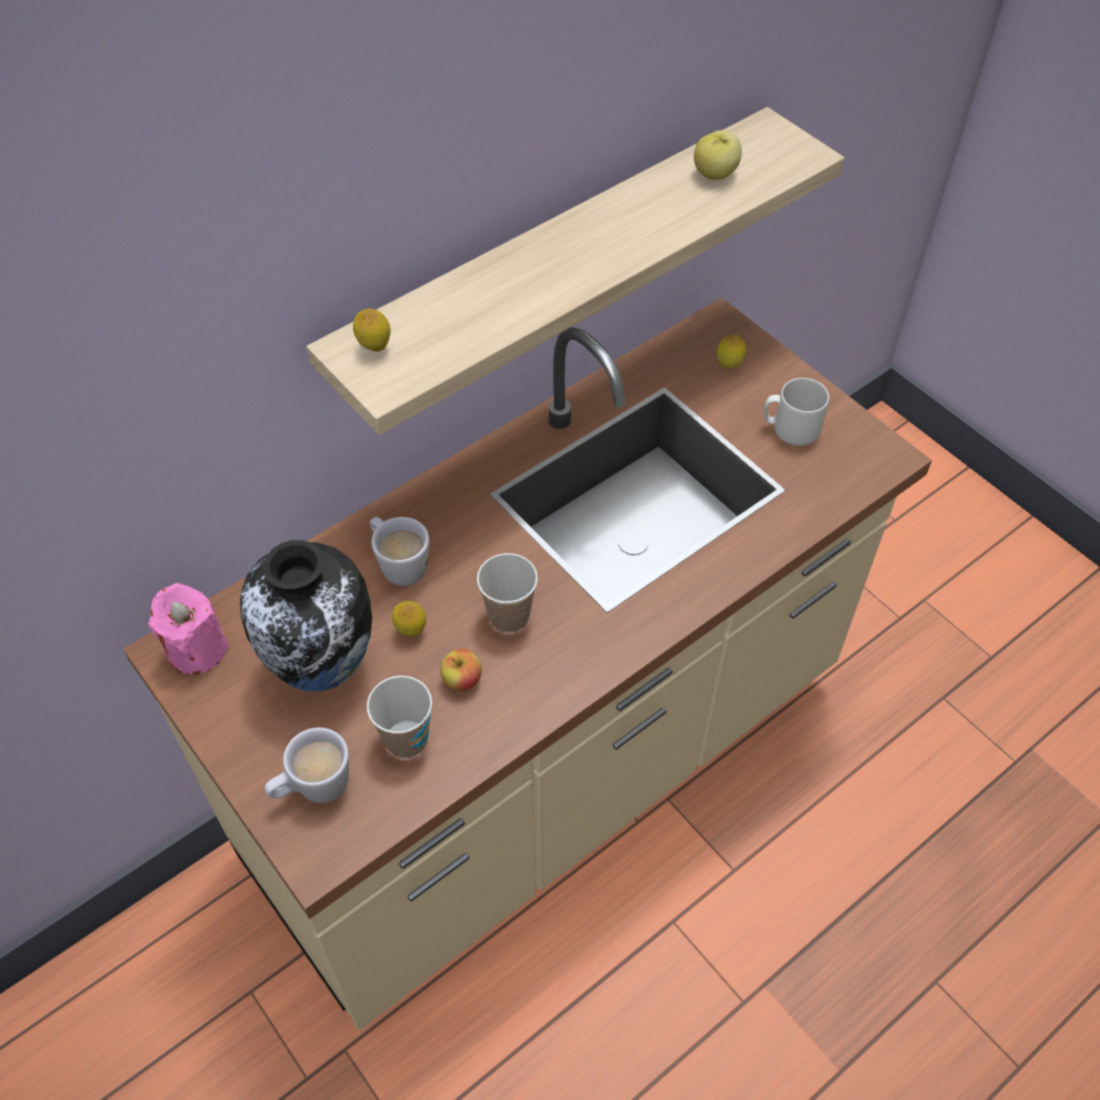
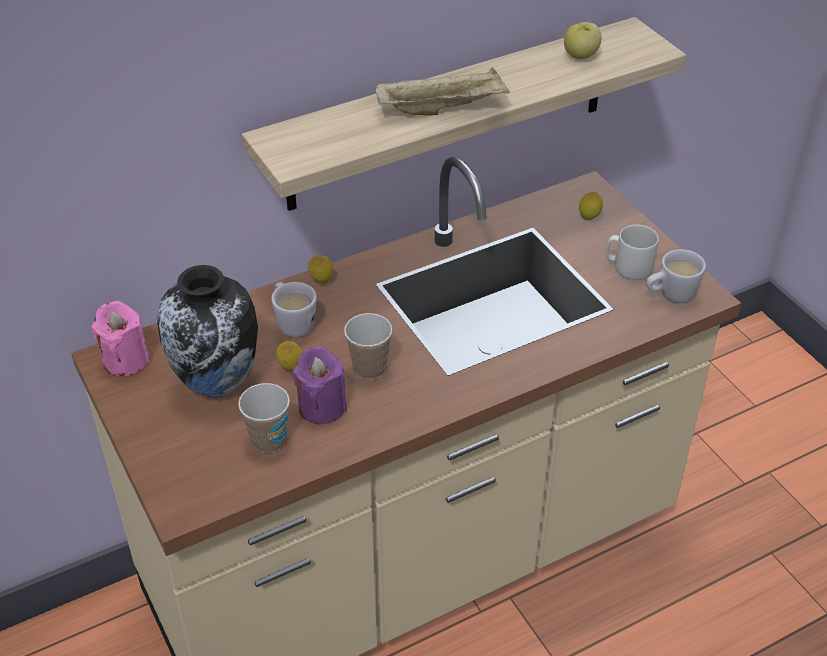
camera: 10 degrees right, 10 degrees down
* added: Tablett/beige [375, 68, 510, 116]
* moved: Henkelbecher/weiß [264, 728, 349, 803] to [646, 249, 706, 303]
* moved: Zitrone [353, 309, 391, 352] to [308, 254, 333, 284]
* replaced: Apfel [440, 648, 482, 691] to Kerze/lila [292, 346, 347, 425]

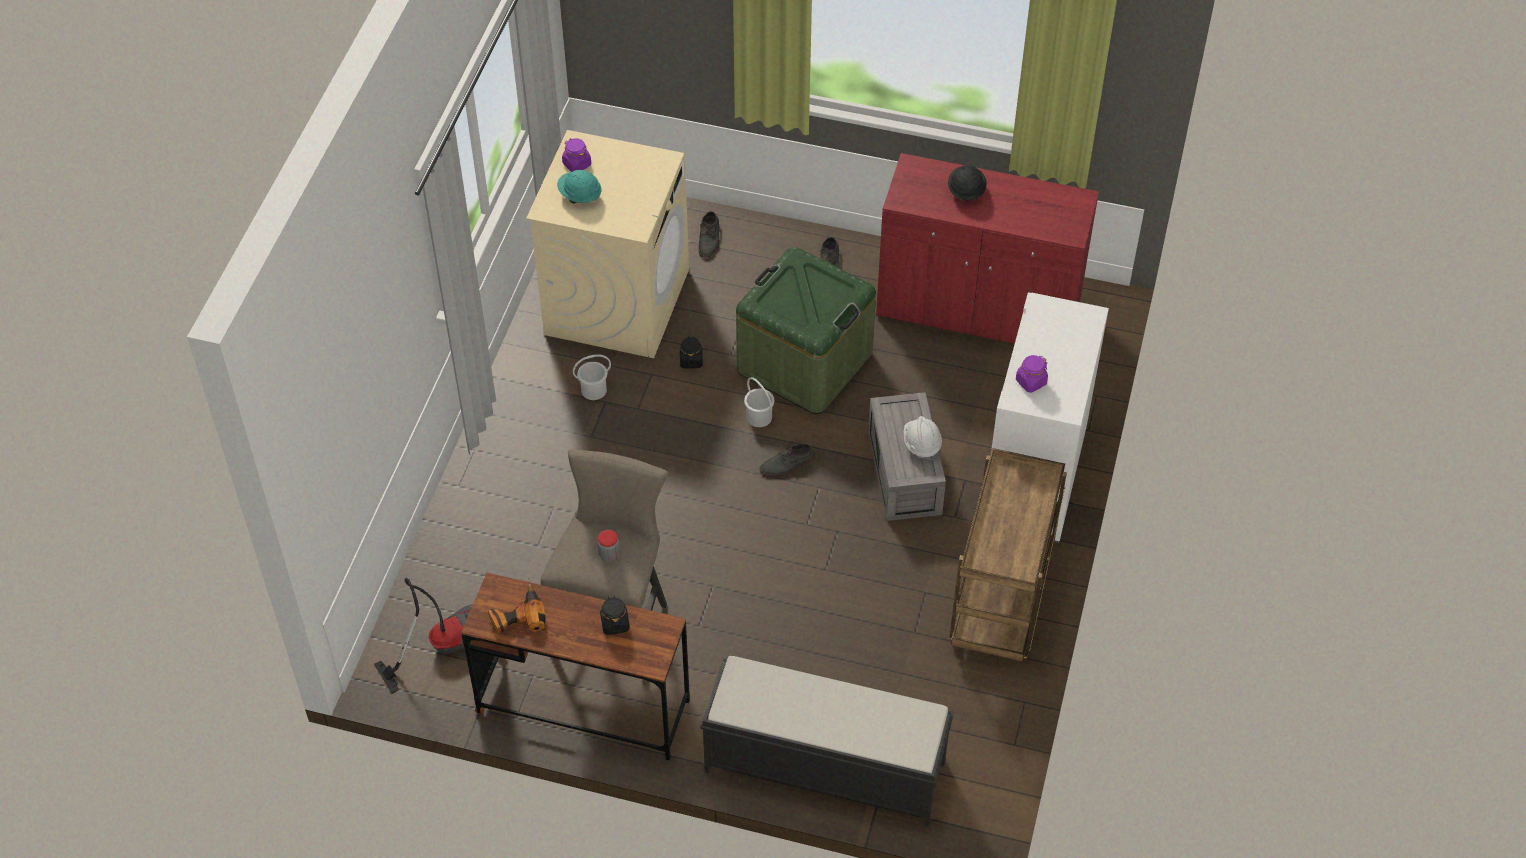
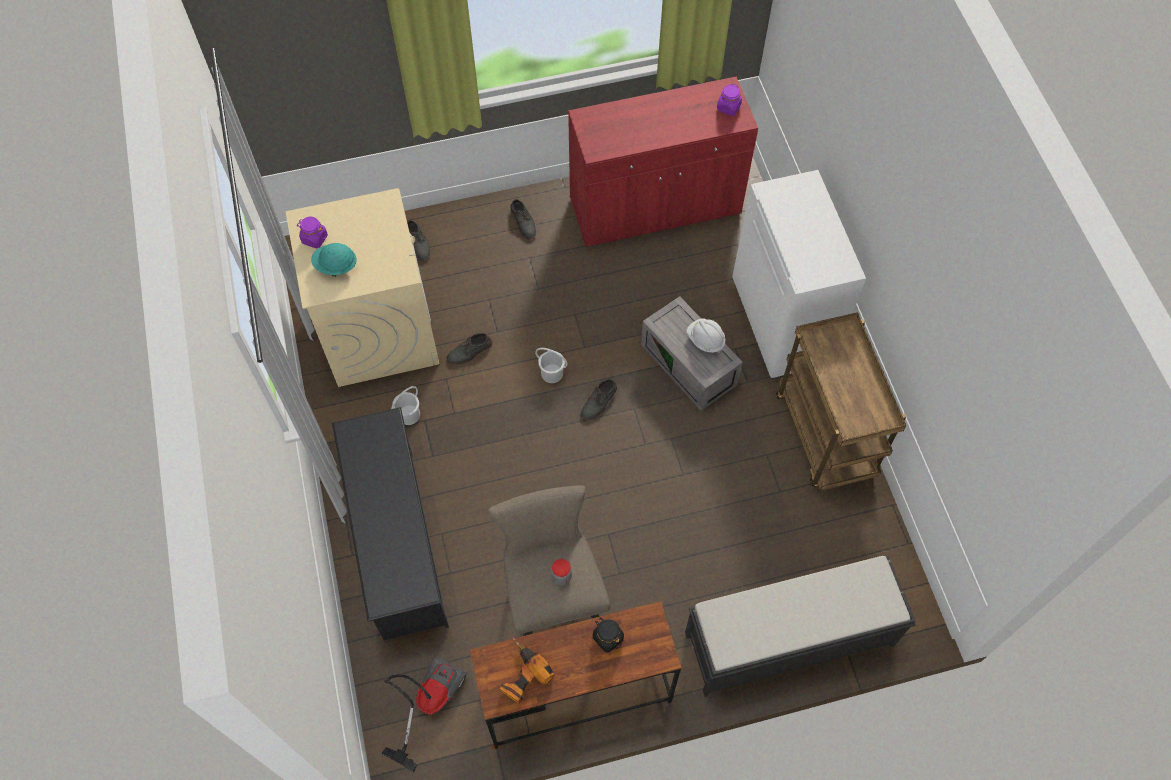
camera: 30 degrees left, 10 degrees up
* removed: Aufbewahrungsbox/grün [736, 247, 876, 414]
* removed: Schutzhelm/schwarz [948, 166, 987, 200]
* added: Schuhregal/schwarz [332, 407, 449, 641]
* moved: Vorratsglas/lila [1016, 355, 1048, 393] to [717, 84, 742, 116]
* replaced: Vorratsglas/schwarz [680, 336, 703, 369] to Schuh/grau [446, 333, 492, 364]

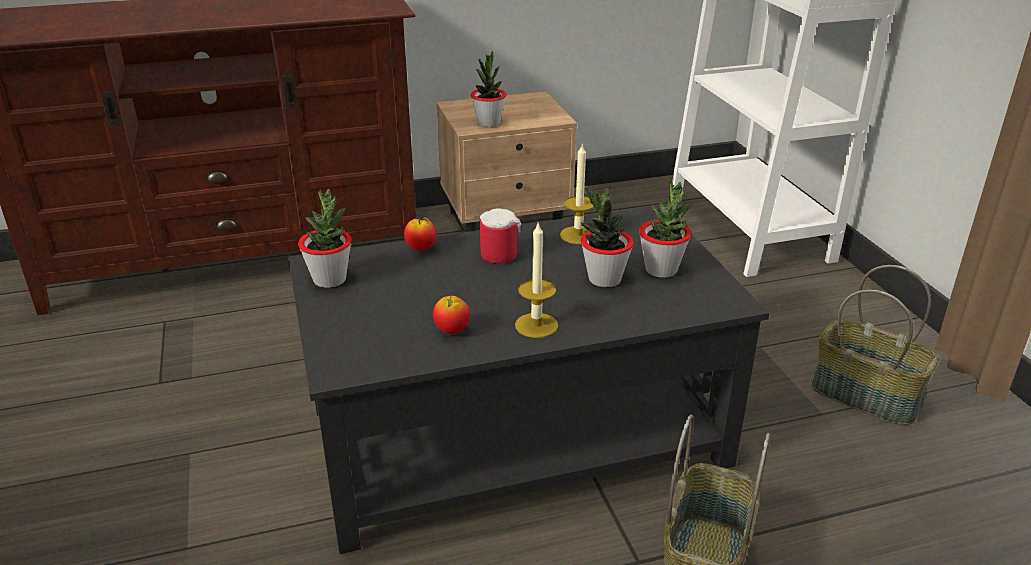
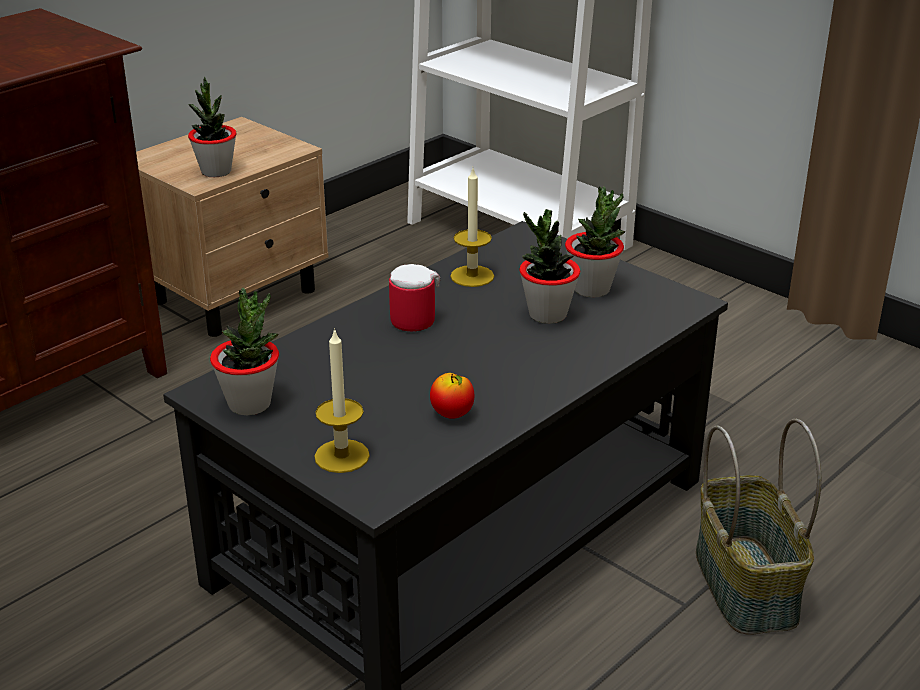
camera: 30 degrees left, 0 degrees up
* removed: Apfel [404, 217, 436, 251]
* removed: Korb [812, 265, 940, 426]
* moved: Kerze [515, 223, 558, 338] to [314, 328, 370, 473]

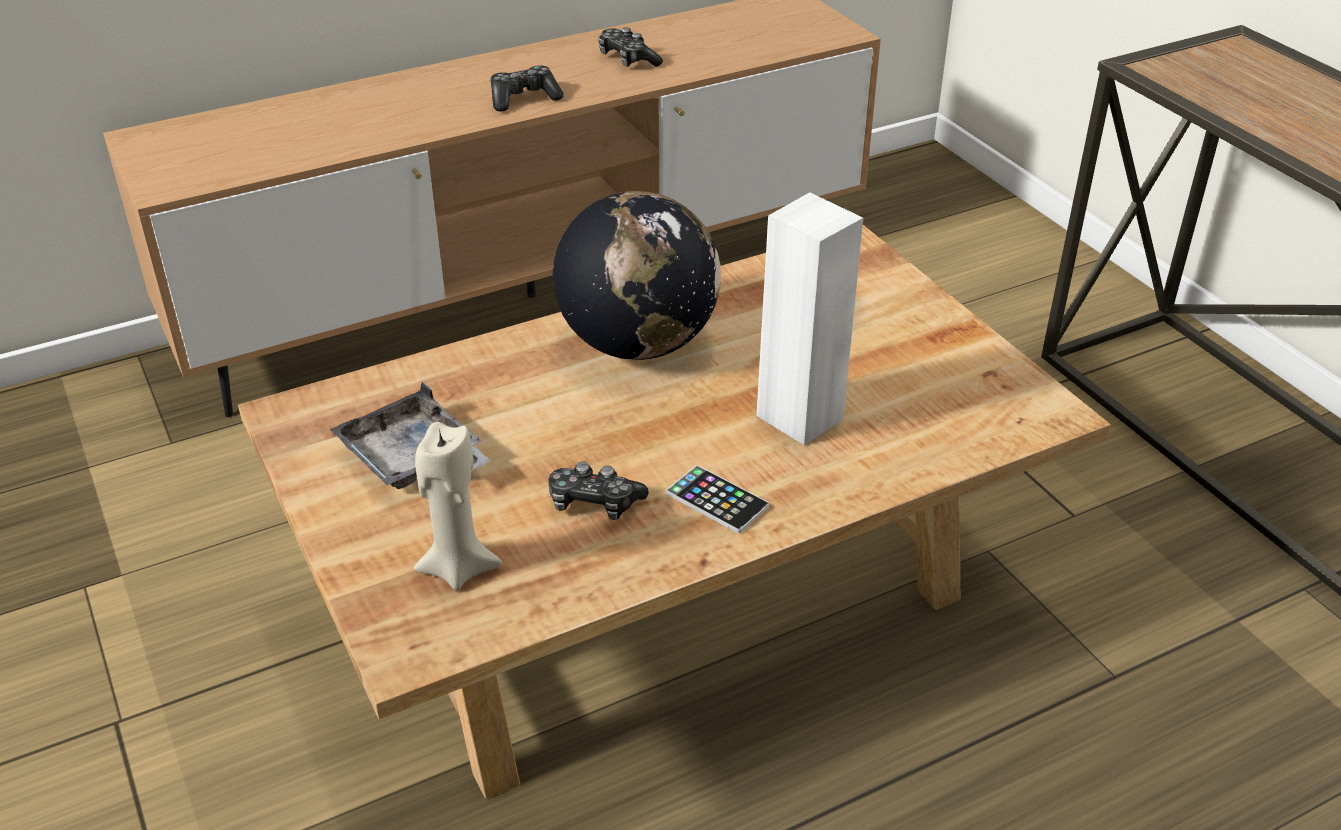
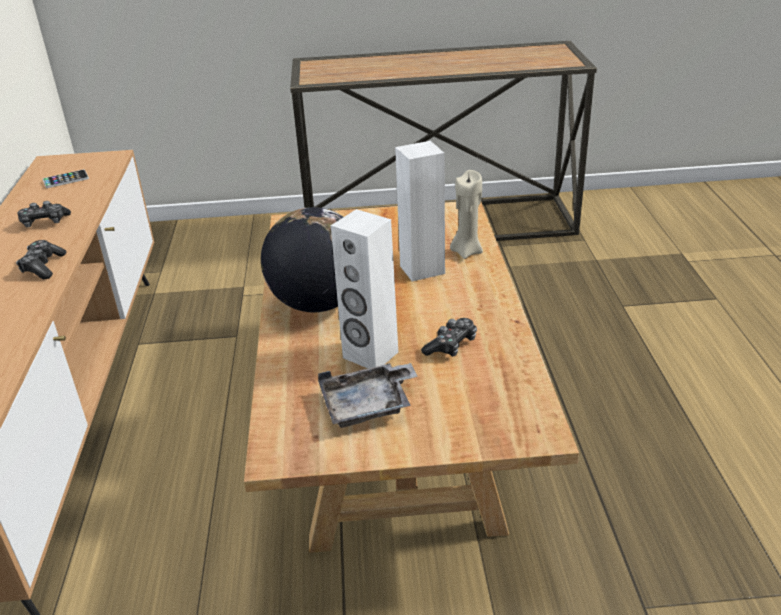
camera: 65 degrees left, 5 degrees down
* added: Lautsprecher/weiß [331, 209, 398, 369]
* moved: Kerze/beige [414, 422, 502, 590] to [450, 170, 483, 259]
* moved: Handy [666, 465, 769, 533] to [43, 169, 89, 188]

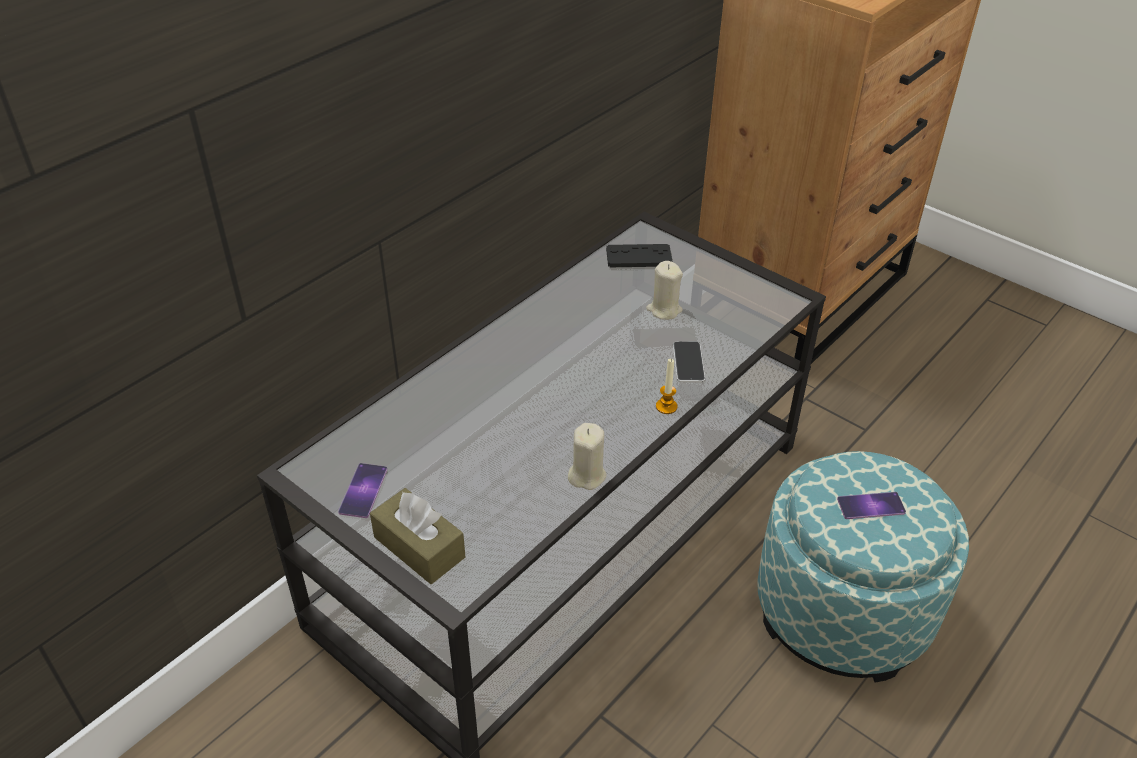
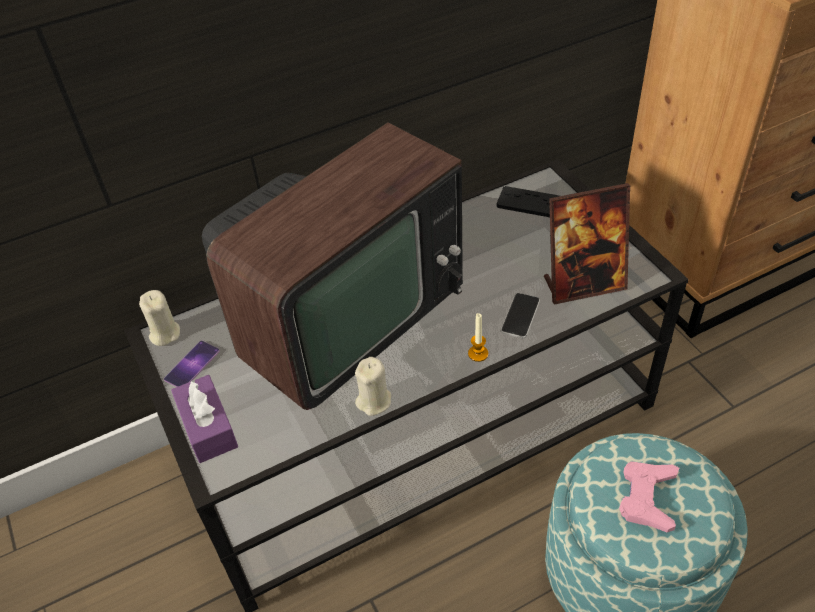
camera: 25 degrees right, 5 degrees up
* added: Fernseher [202, 123, 463, 410]
* added: Bilderrahmen [544, 183, 630, 305]
* moved: Kerze/beige [646, 261, 683, 320] to [139, 290, 180, 346]
* replaced: Handy [837, 492, 906, 519] to Gamepad/rosa [619, 462, 679, 532]
* recoloured: Taschentuchbox/braun [370, 488, 465, 584] to Taschentuchbox/lila [171, 375, 238, 463]

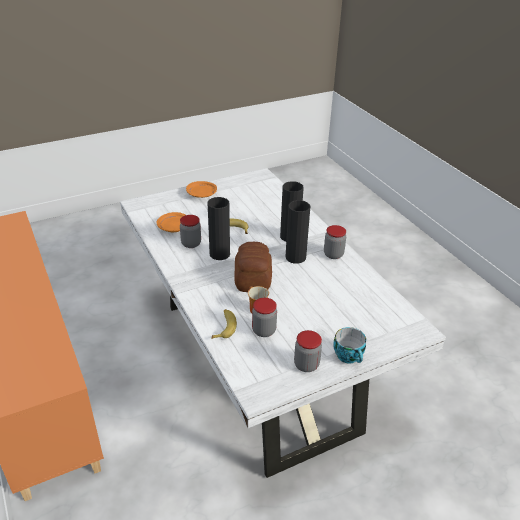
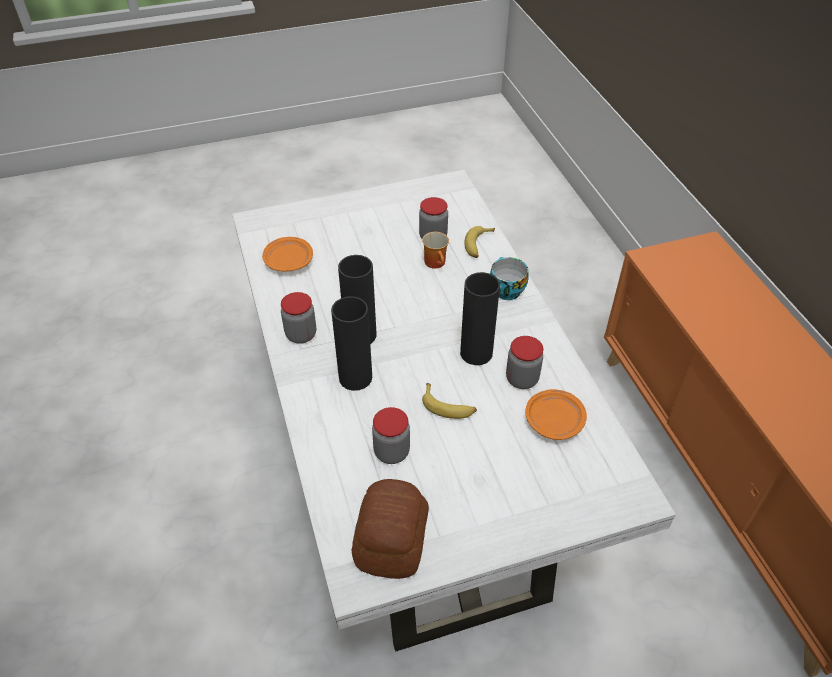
camera: 170 degrees left, 10 degrees up
* moved: Teller/orange [186, 181, 217, 198] to [262, 237, 313, 271]
* moved: Brot [234, 242, 272, 292] to [351, 479, 429, 579]
* moved: Vorratsglas [294, 330, 322, 372] to [372, 407, 410, 464]
* moved: Tasse [333, 327, 366, 363] to [490, 257, 529, 300]

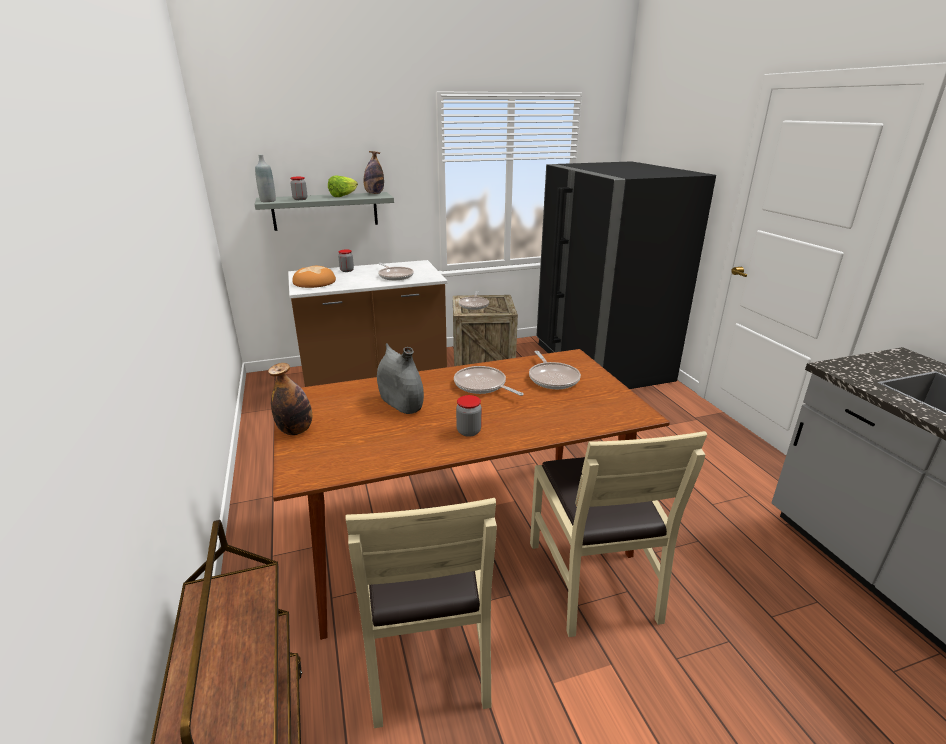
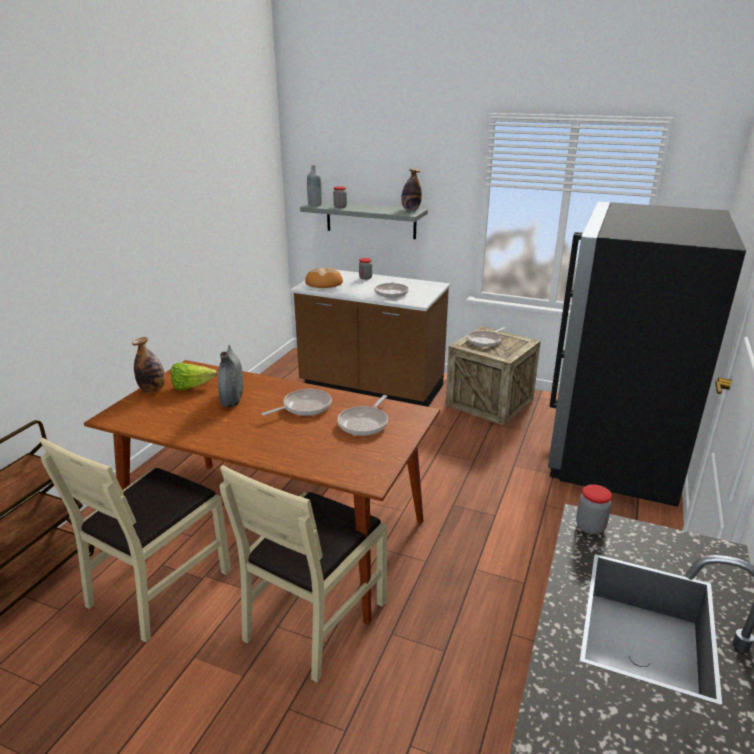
camera: 40 degrees right, 0 degrees up
* moved: Salatkopf [328, 175, 358, 197] to [171, 363, 217, 390]
* moved: Vorratsglas [456, 395, 482, 437] to [576, 485, 612, 534]
* turned: Pfanne [454, 366, 524, 396] = [262, 389, 332, 416] 60 degrees clockwise

